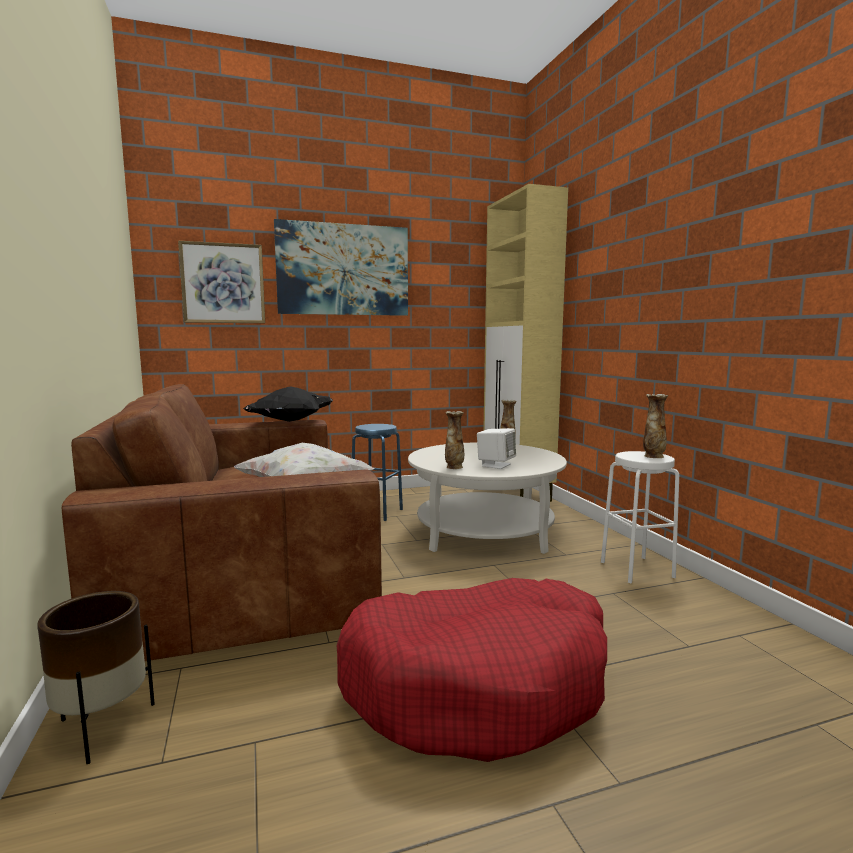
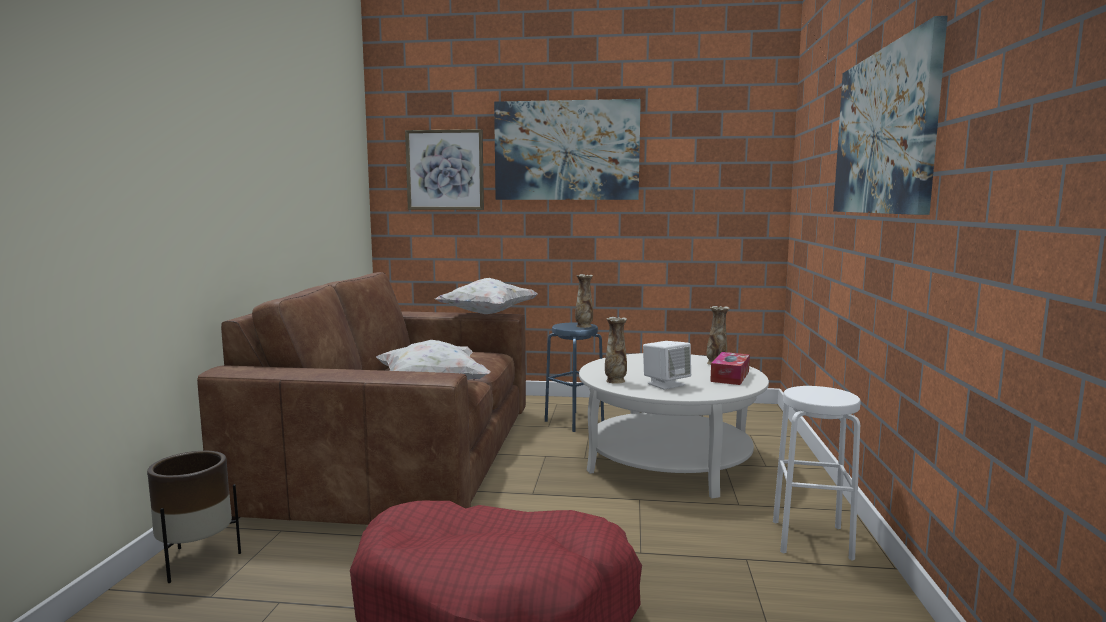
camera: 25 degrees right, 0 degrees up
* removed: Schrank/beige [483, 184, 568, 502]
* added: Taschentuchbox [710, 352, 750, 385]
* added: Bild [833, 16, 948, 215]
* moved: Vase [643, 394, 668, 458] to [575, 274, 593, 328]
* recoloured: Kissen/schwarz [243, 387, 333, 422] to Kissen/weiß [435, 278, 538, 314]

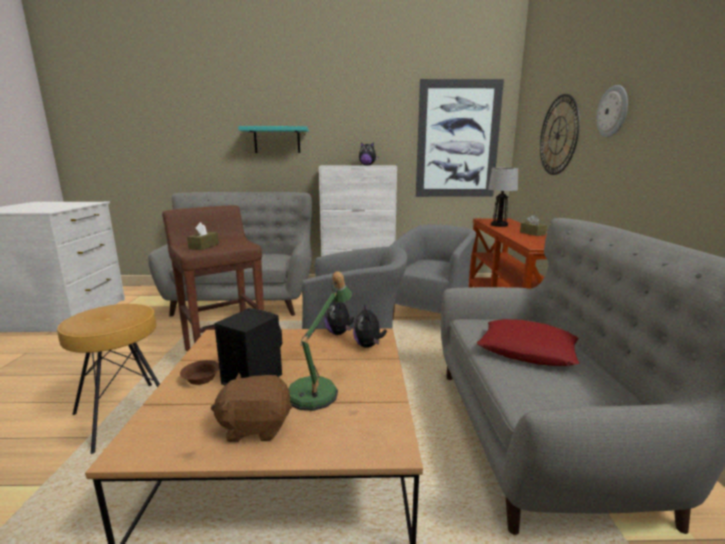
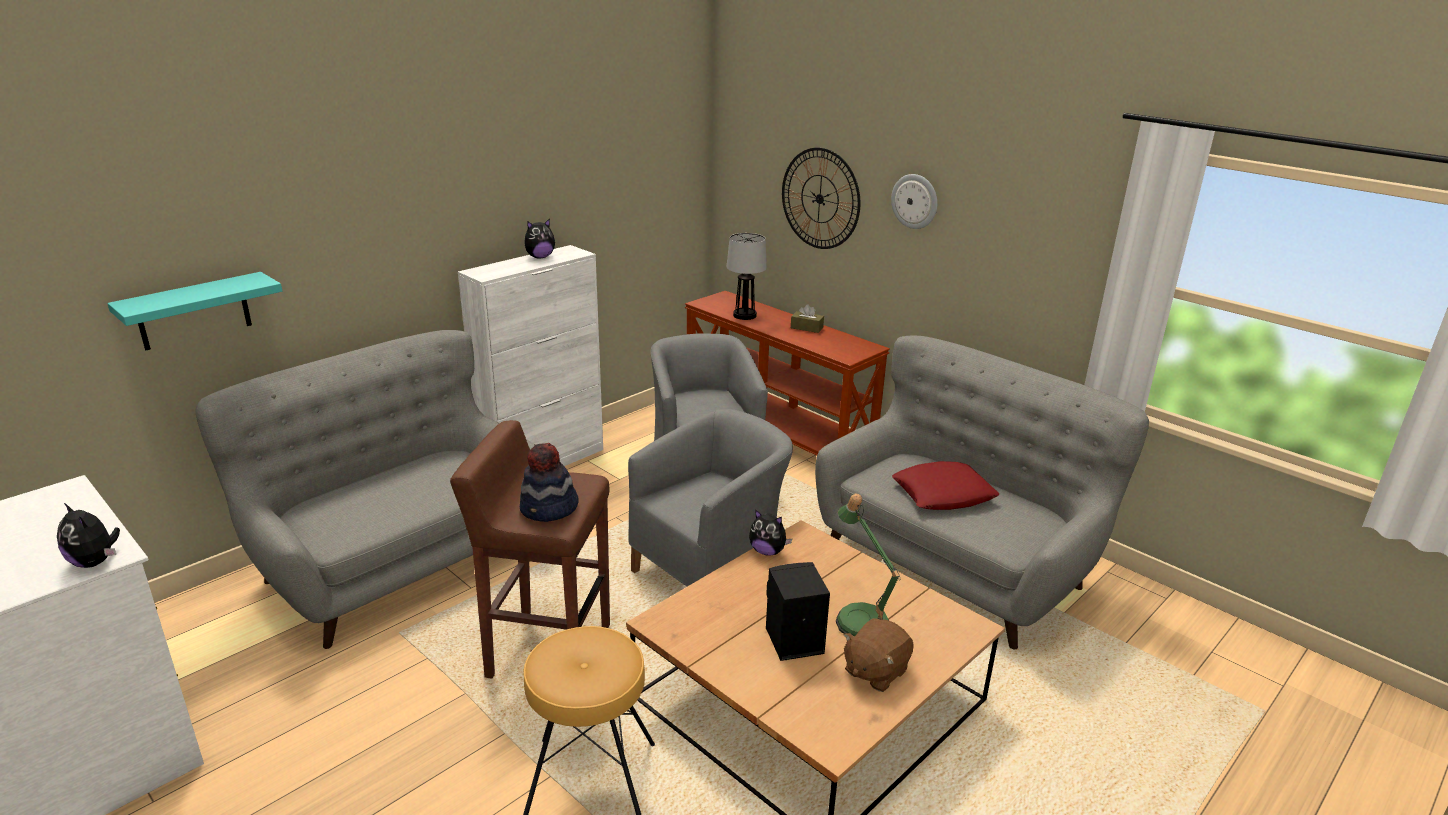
camera: 45 degrees left, 10 degrees up
* removed: Schüssel/braun [180, 360, 219, 385]
* removed: Bild [416, 79, 504, 197]
* moved: Wandregal/türkis [238, 126, 308, 153] to [107, 272, 282, 350]
* moved: Plüschtier [353, 304, 387, 348] to [57, 503, 120, 568]
* replaced: Taschentuchbox/braun [187, 222, 219, 250] to Hut [520, 443, 578, 522]

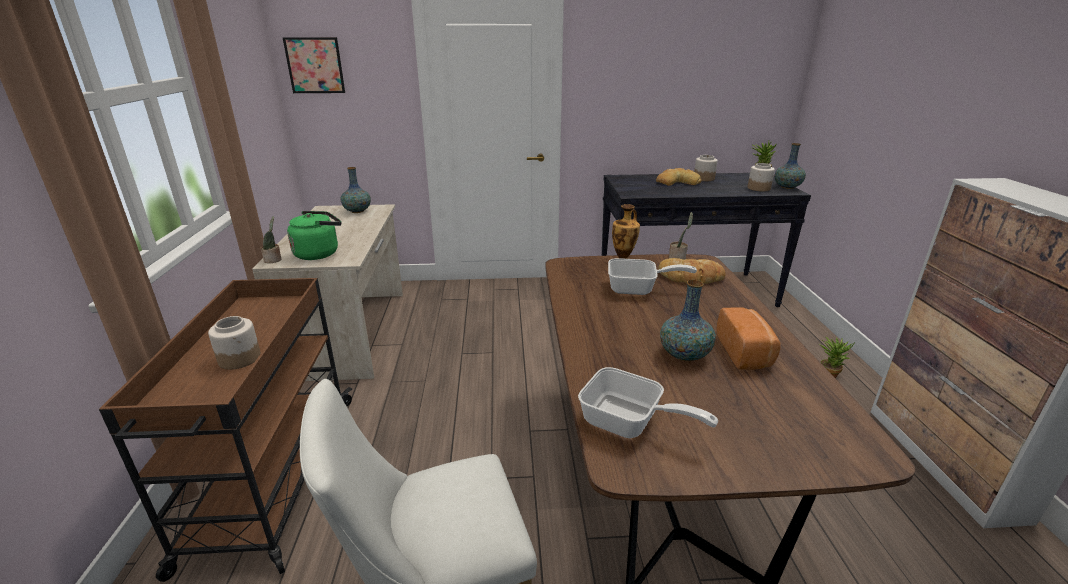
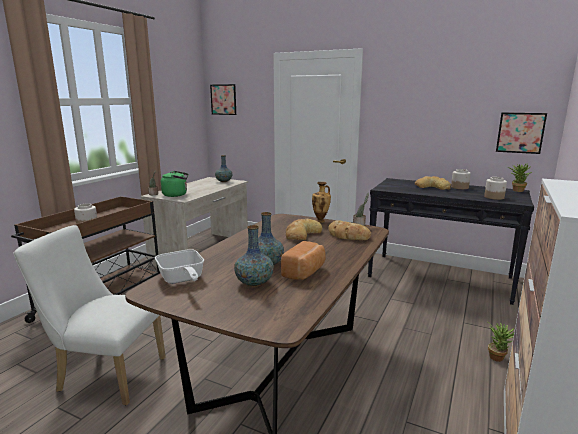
camera: 30 degrees right, 10 degrees down
* added: Bild [496, 112, 547, 154]
* moved: Vase [774, 143, 806, 189] to [234, 225, 274, 287]
* replaced: Pfanne [608, 258, 697, 295] to Brot [286, 219, 322, 240]

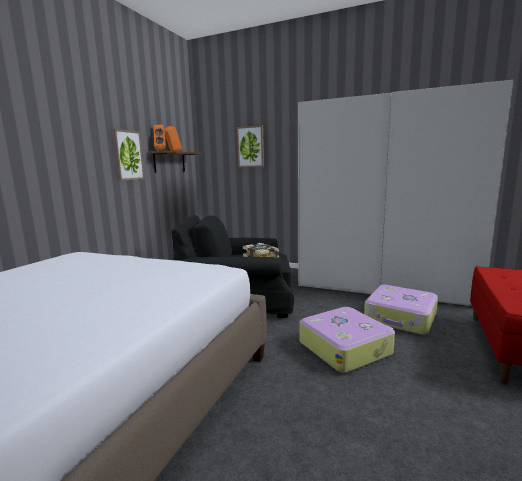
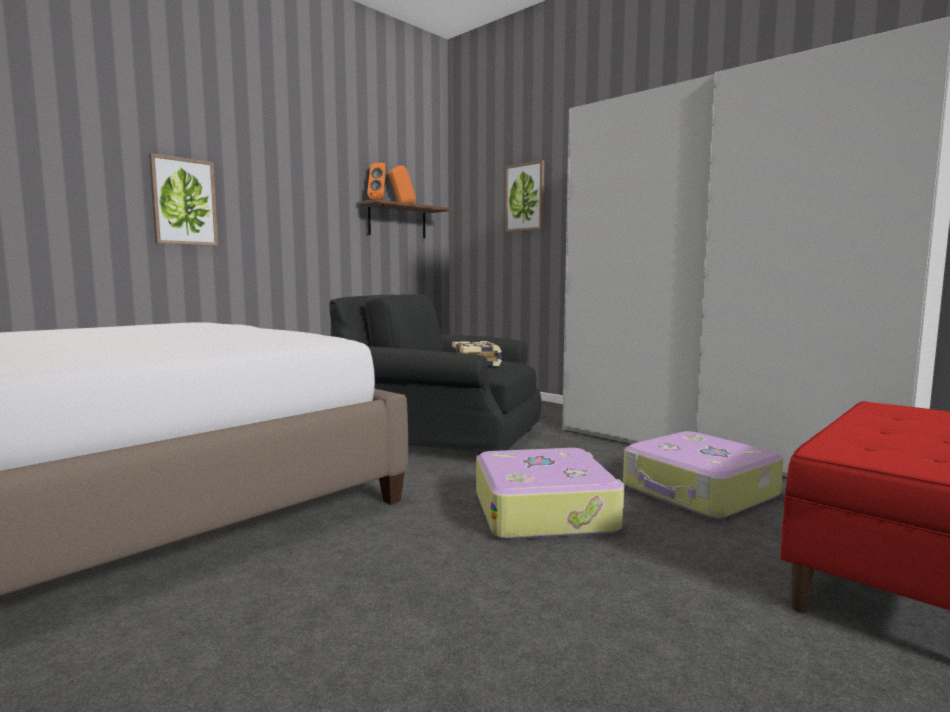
camera: 20 degrees right, 5 degrees down
* moved: Bild [112, 129, 145, 181] to [149, 153, 218, 246]

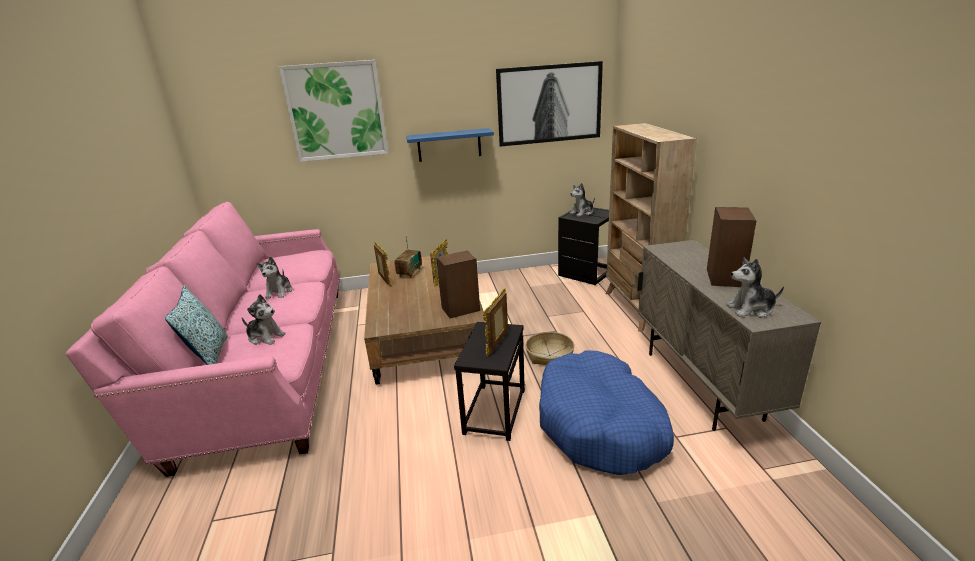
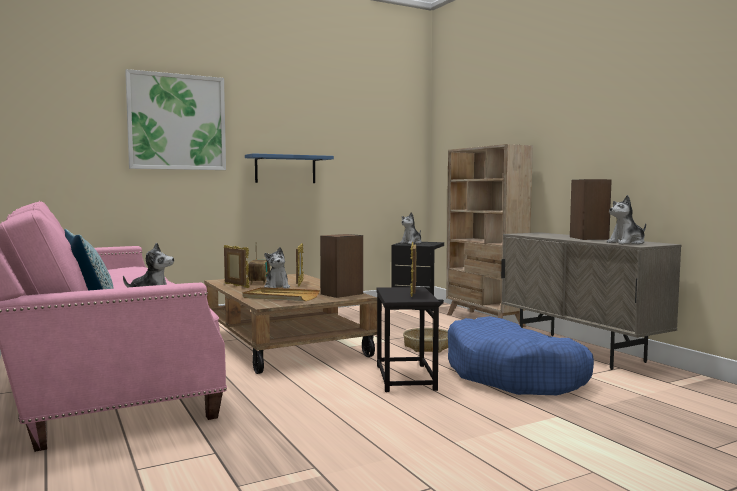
camera: 20 degrees left, 20 degrees down
* removed: Bild [496, 61, 603, 147]
* added: Tablett/beige [242, 287, 320, 301]
* moved: Plüschtier [256, 257, 292, 299] to [264, 247, 290, 289]

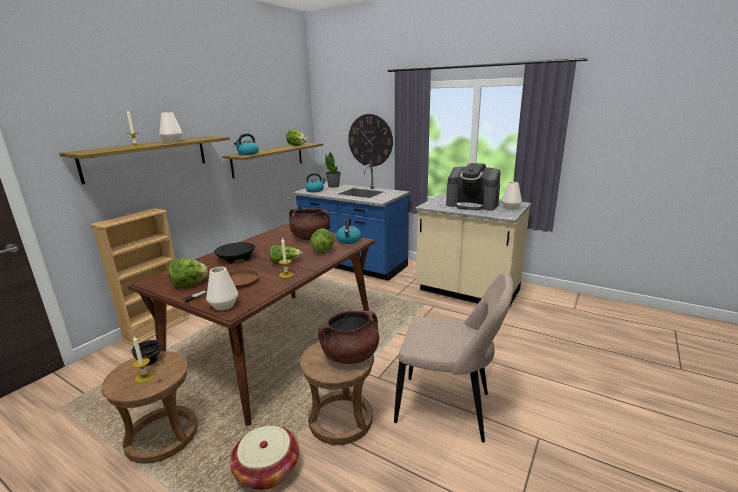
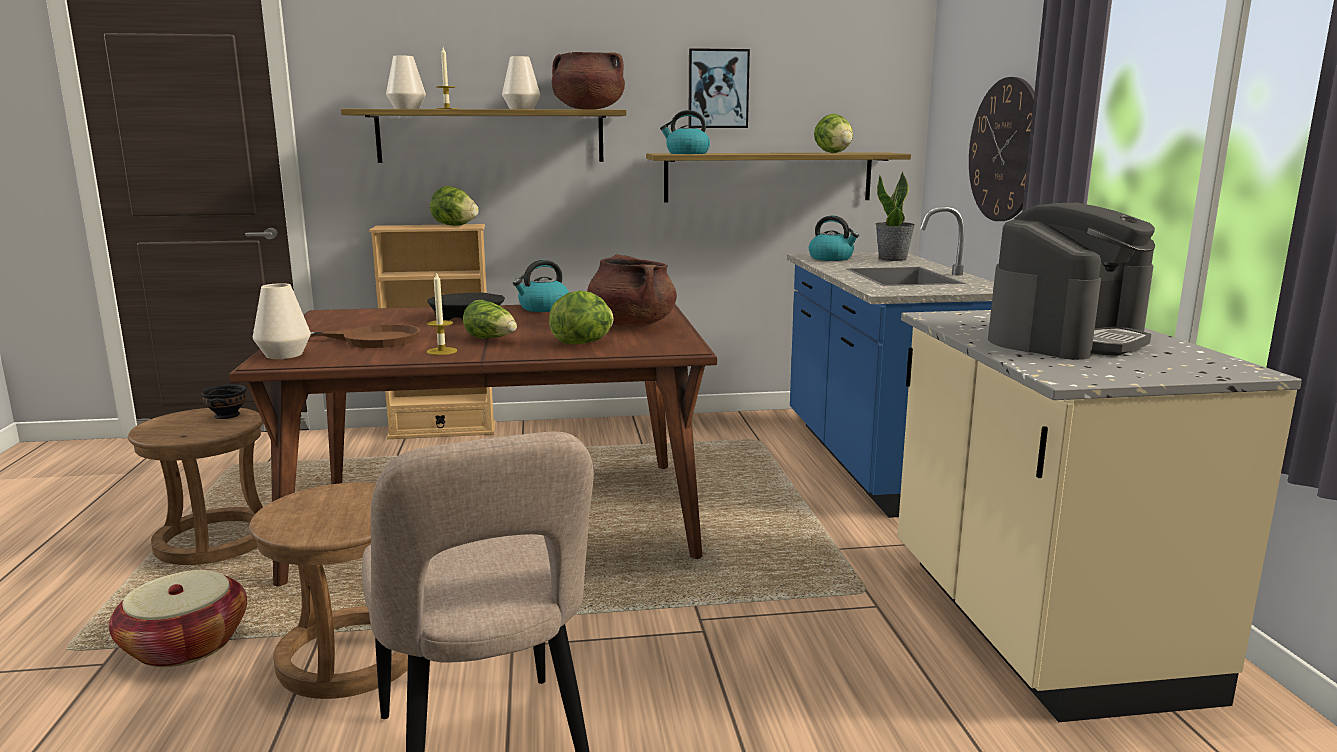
camera: 50 degrees right, 5 degrees down
* removed: Kerze [132, 336, 155, 383]
* added: Bild [688, 48, 750, 128]
* moved: Salatkopf [168, 258, 208, 286] to [430, 186, 479, 226]
* moved: Kochtopf/braun [318, 310, 379, 364] to [552, 52, 625, 110]
* moved: Wasserkessel [336, 217, 361, 244] to [513, 260, 569, 312]
* moved: Vase/weiß [501, 182, 522, 210] to [386, 55, 426, 109]
* turned: Kaffeemaschine [446, 163, 501, 211] = [988, 203, 1155, 360] 120 degrees counterclockwise

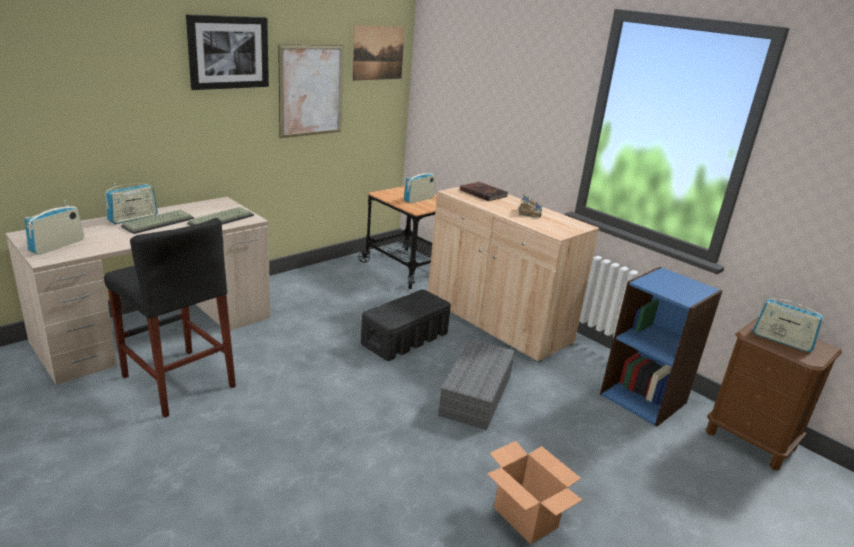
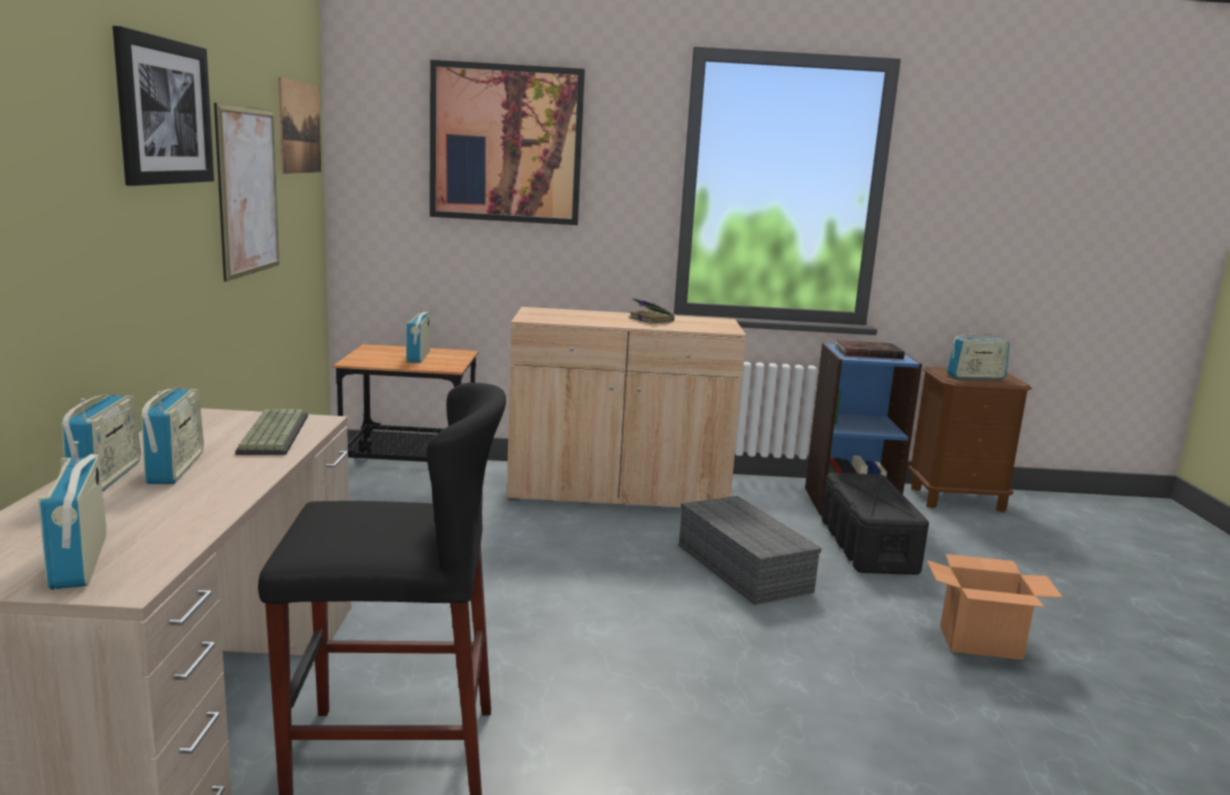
camera: 45 degrees left, 10 degrees down
* added: Bild [430, 60, 585, 225]
* moved: Aufbewahrungsbox/schwarz [361, 290, 451, 361] to [821, 473, 929, 575]
* moved: Buch/braun [460, 182, 508, 201] to [835, 340, 905, 359]
* replaced: Tastatur [121, 210, 194, 234] to Radio [141, 387, 204, 485]

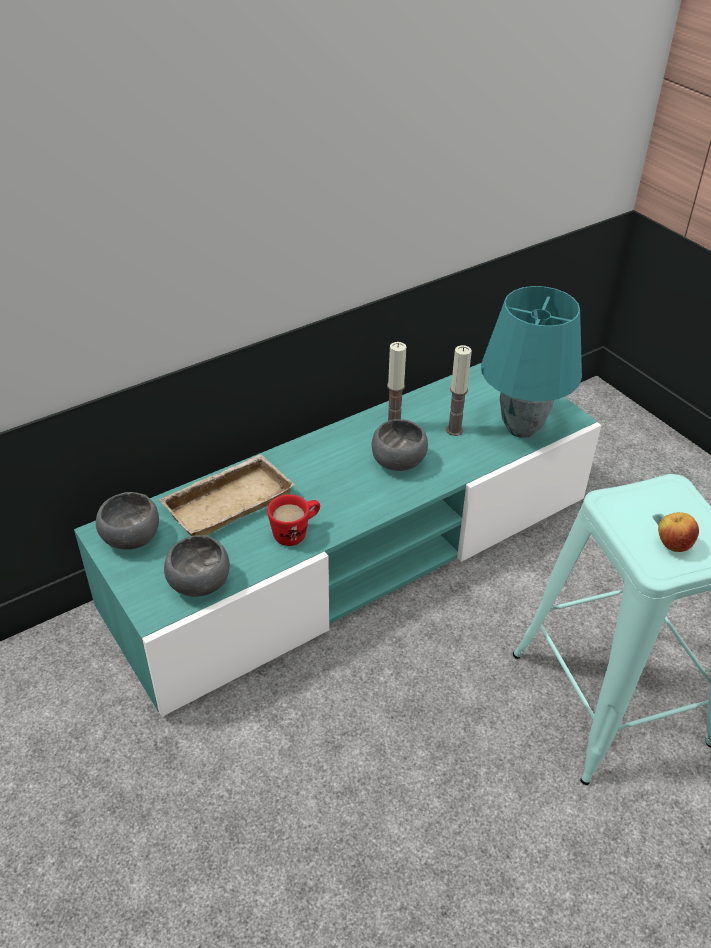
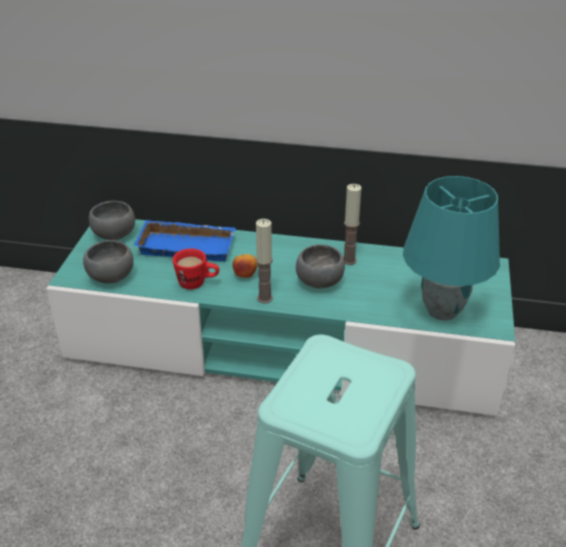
camera: 45 degrees right, 5 degrees down
* moved: Kerze [446, 345, 472, 436] to [256, 219, 273, 304]
* moved: Apfel [658, 512, 699, 552] to [232, 254, 258, 278]
* recoloured: Tablett/beige [159, 454, 295, 536] to Tablett/blau [134, 220, 236, 261]

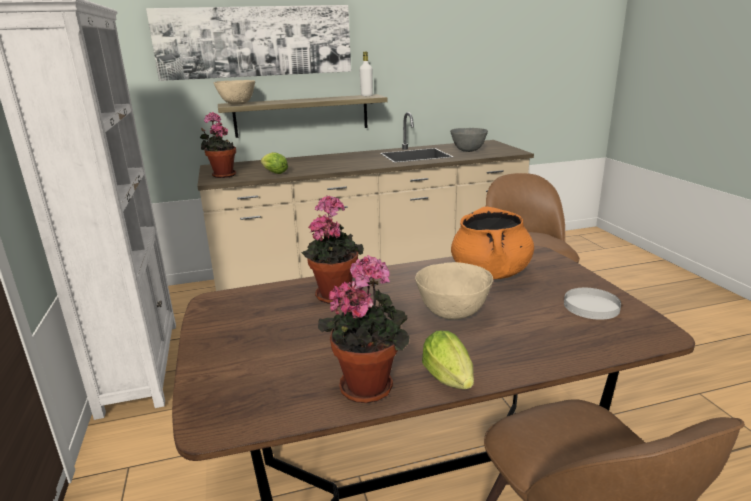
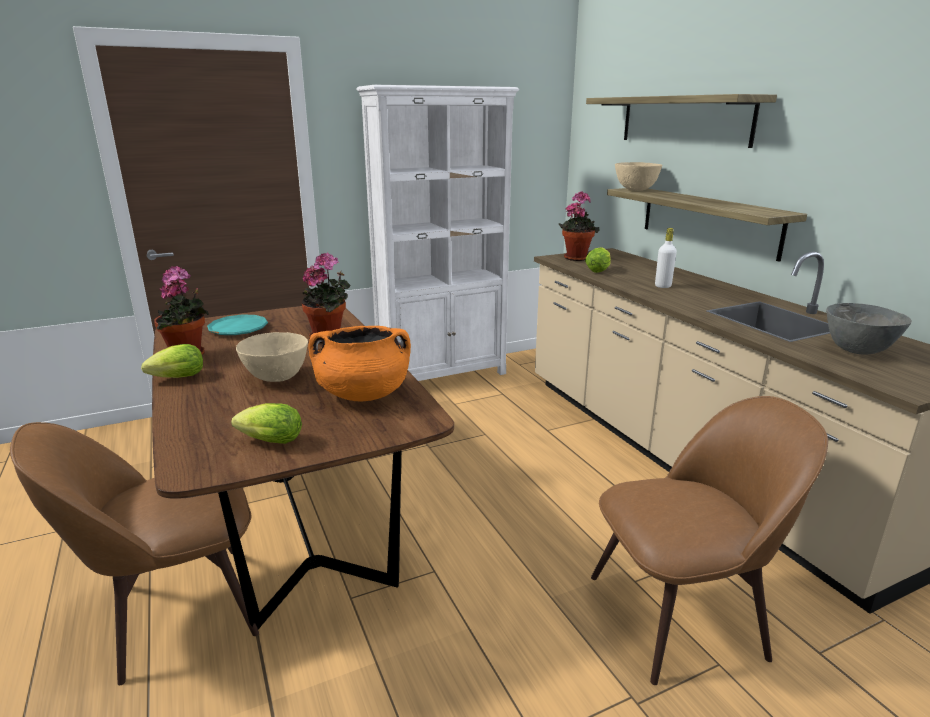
camera: 80 degrees right, 0 degrees up
* added: Teller/türkis [207, 315, 268, 335]
* moved: Flasche/weiß [359, 52, 373, 96] to [655, 228, 677, 288]
* replaced: Bild [146, 5, 351, 81] to Wandregal [586, 94, 777, 148]
* replaced: Teller/weiß [564, 288, 621, 320] to Salatkopf [231, 403, 302, 444]

